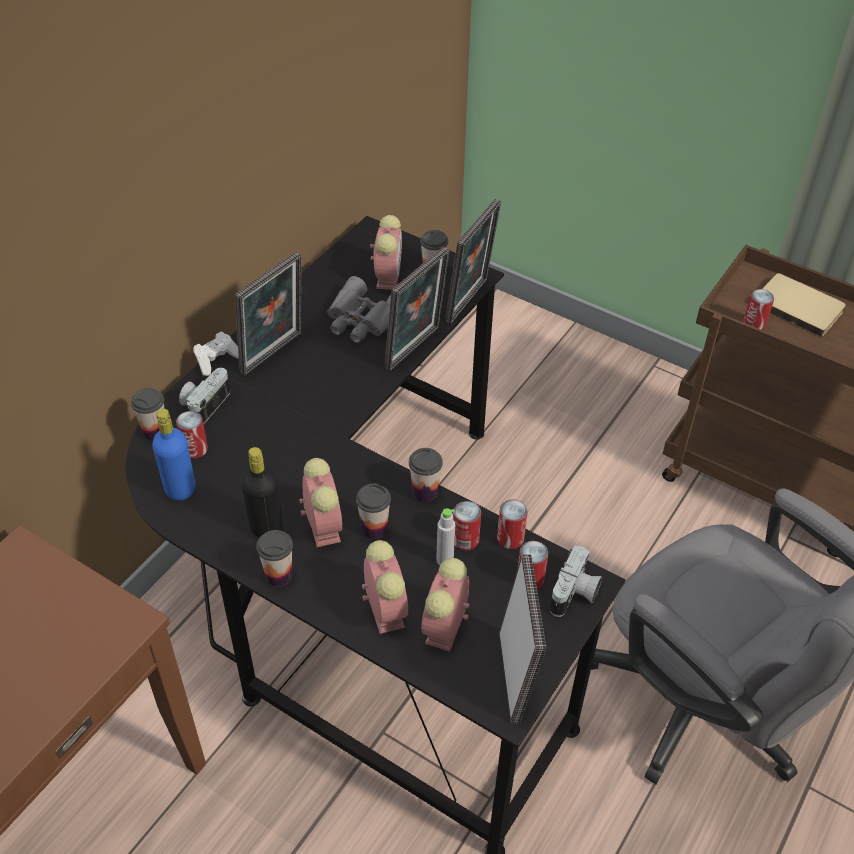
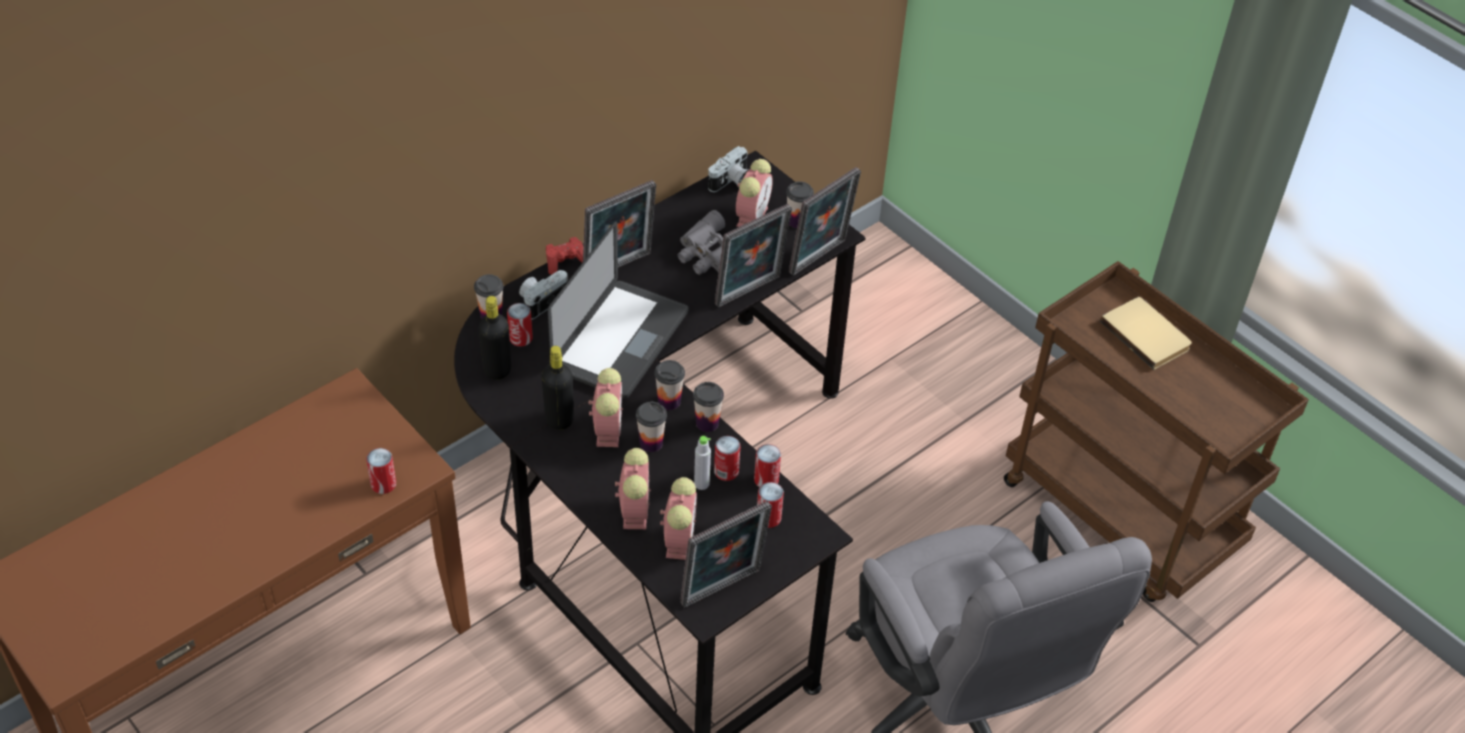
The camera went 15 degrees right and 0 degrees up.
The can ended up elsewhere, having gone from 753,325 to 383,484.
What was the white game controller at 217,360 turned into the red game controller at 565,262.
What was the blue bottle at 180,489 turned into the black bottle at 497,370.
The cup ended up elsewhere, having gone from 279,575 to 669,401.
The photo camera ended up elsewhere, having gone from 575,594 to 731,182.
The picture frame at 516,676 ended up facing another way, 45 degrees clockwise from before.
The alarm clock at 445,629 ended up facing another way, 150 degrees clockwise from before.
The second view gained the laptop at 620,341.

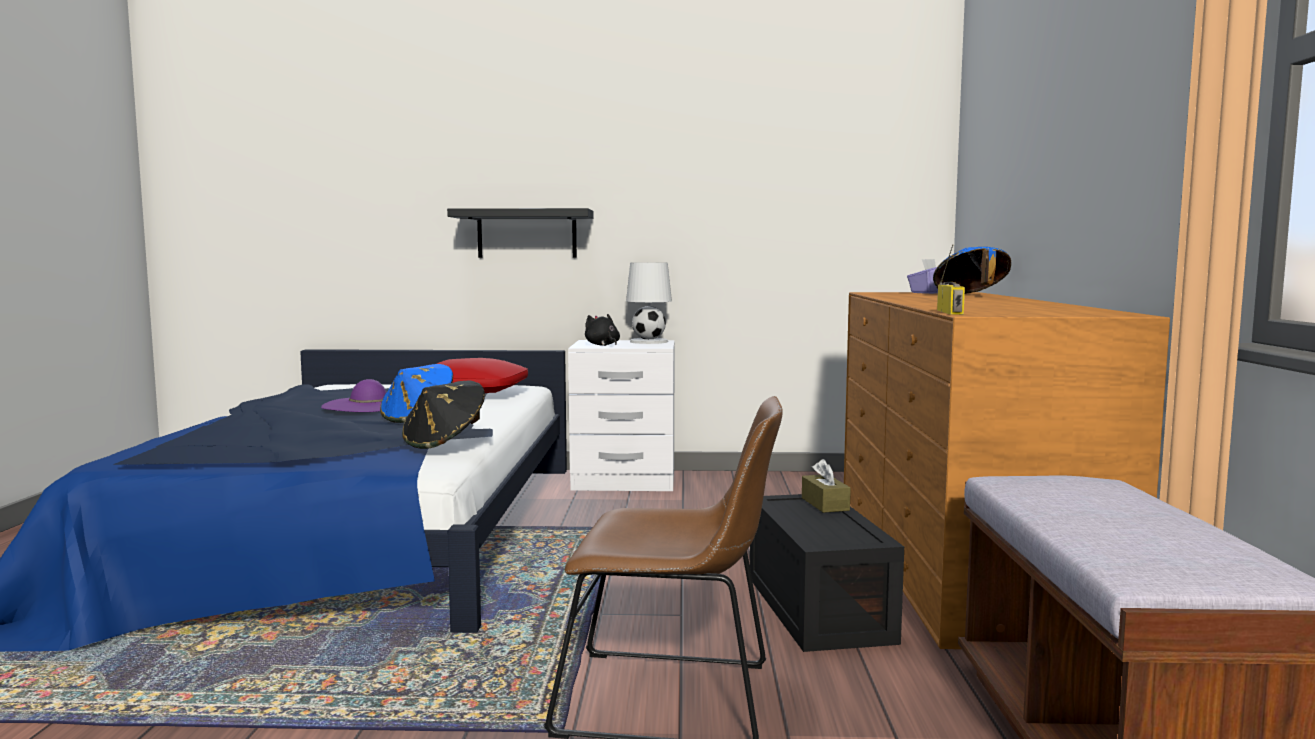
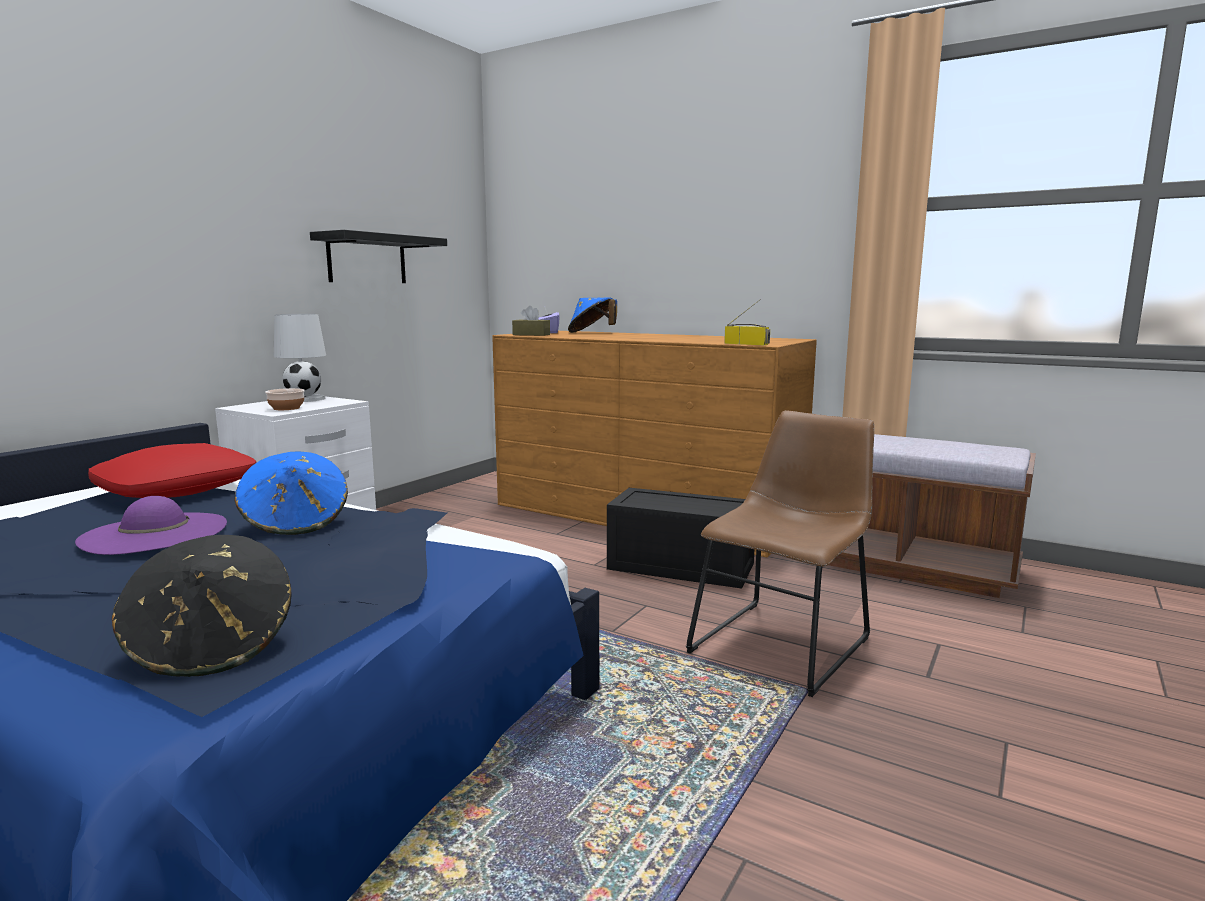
The camera went 60 degrees left and 5 degrees up.
The black shelf ended up elsewhere, having gone from 527,234 to 367,259.
Where the black plush toy stood at 602,345, the bowl came to stand at 286,408.
The black hat ended up elsewhere, having gone from 445,442 to 212,646.
The brown tissue box ended up elsewhere, having gone from 825,504 to 531,335.

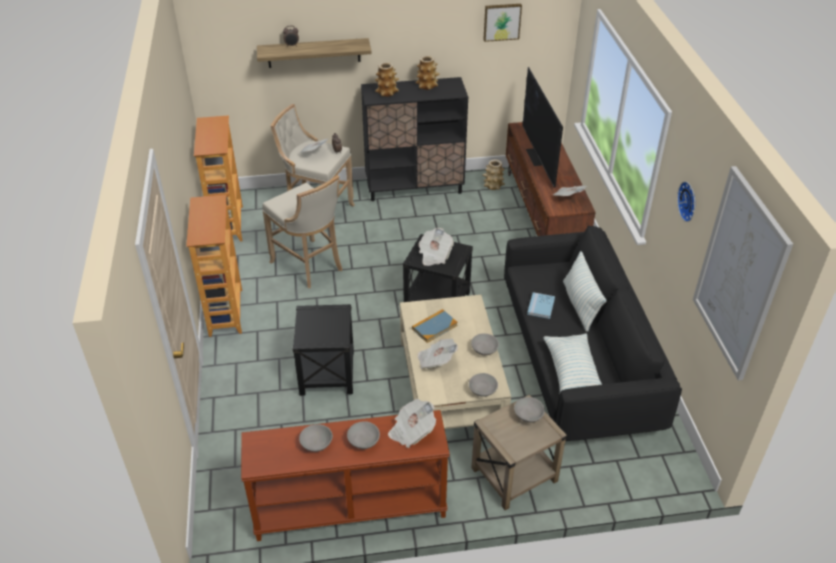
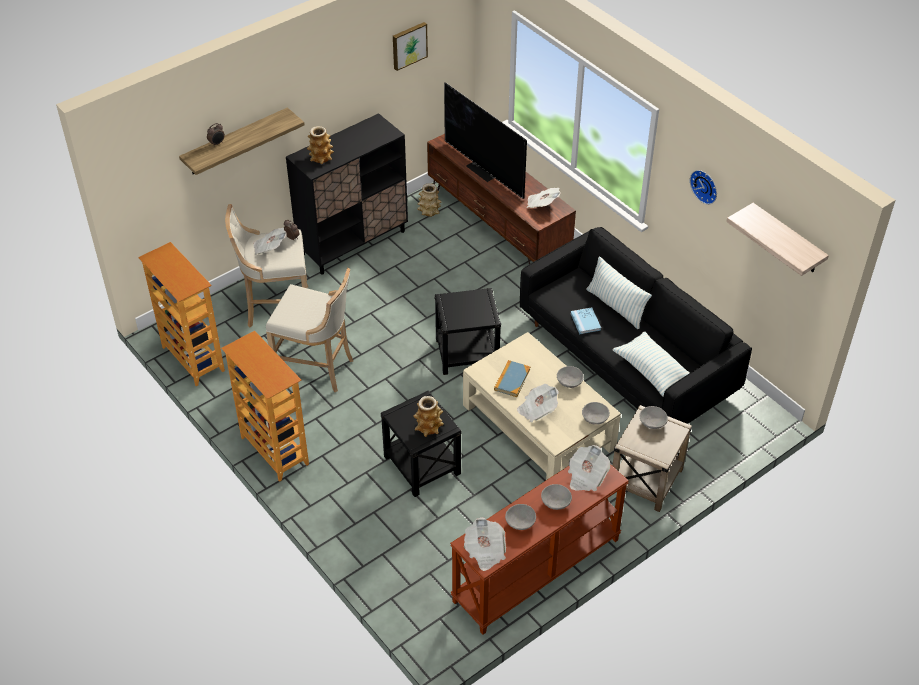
The camera went 30 degrees left and 5 degrees up.
The vase ended up elsewhere, having gone from 427,85 to 429,427.
Where the picture hung at 739,274, the shelf came to hang at 787,239.
The newspaper ended up elsewhere, having gone from 434,255 to 485,551.

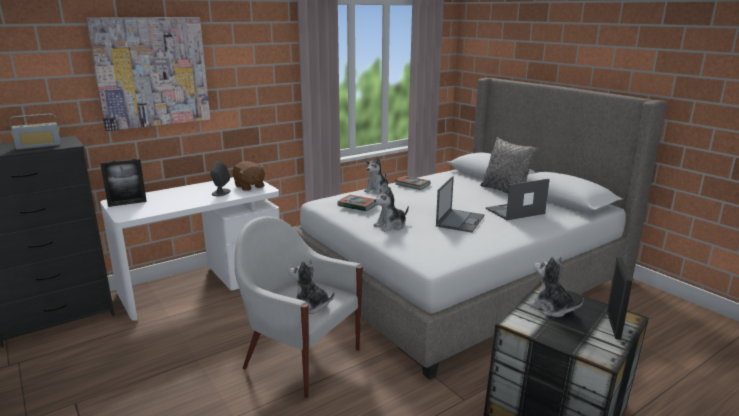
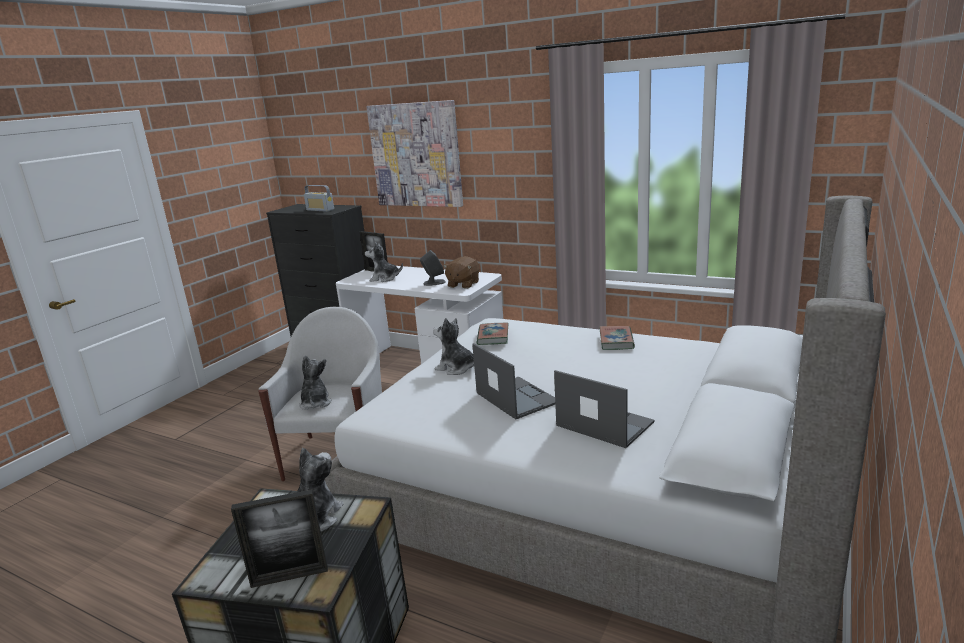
The camera went 65 degrees right and 0 degrees up.
The second view lost the grey pillow at 504,191.
The plush toy ended up elsewhere, having gone from 377,190 to 384,278.
The laptop at 460,220 ended up facing another way, 120 degrees counterclockwise from before.

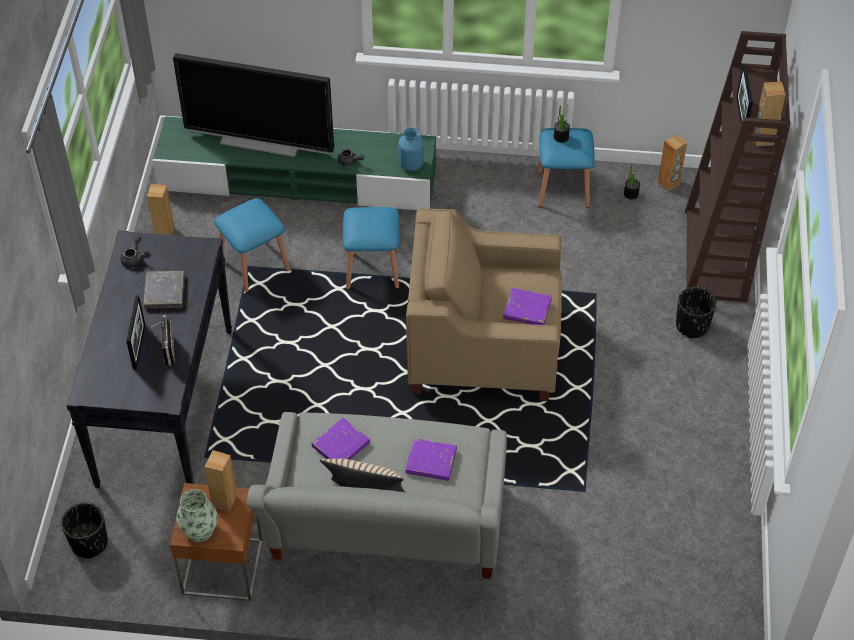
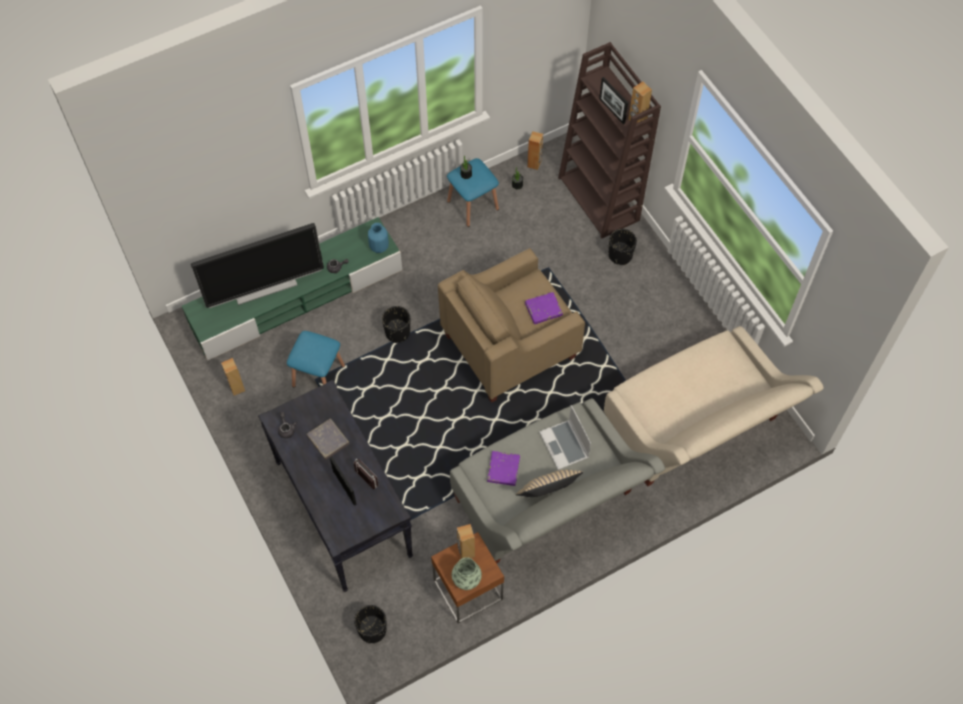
The camera went 35 degrees left and 10 degrees up.
Where the blue stool stood at 372,269, the black planter came to stand at 397,332.
Where the purple book stood at 431,461, the laptop came to stand at 565,445.
The second view gained the beige sofa at 696,430.

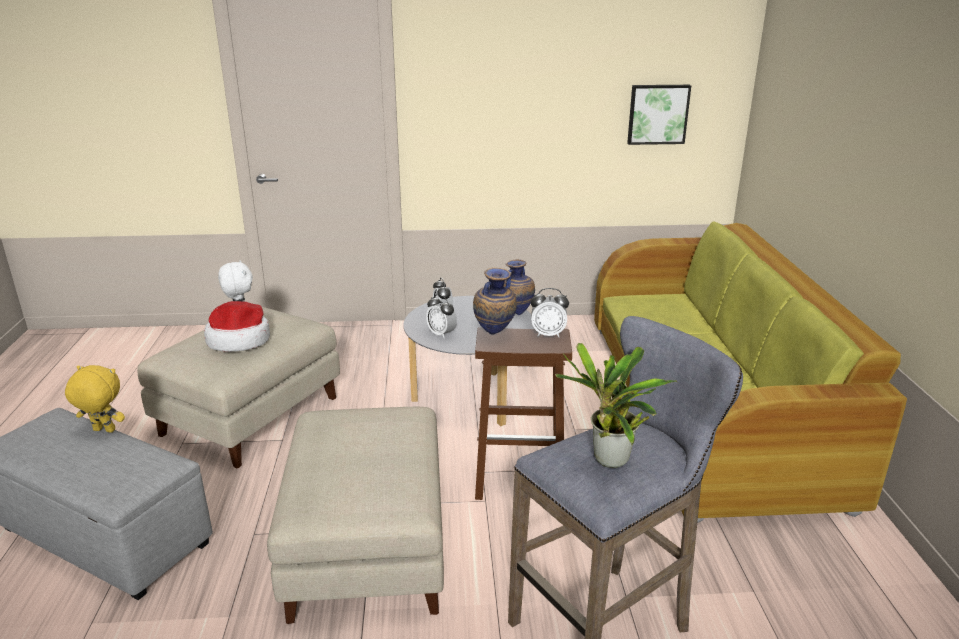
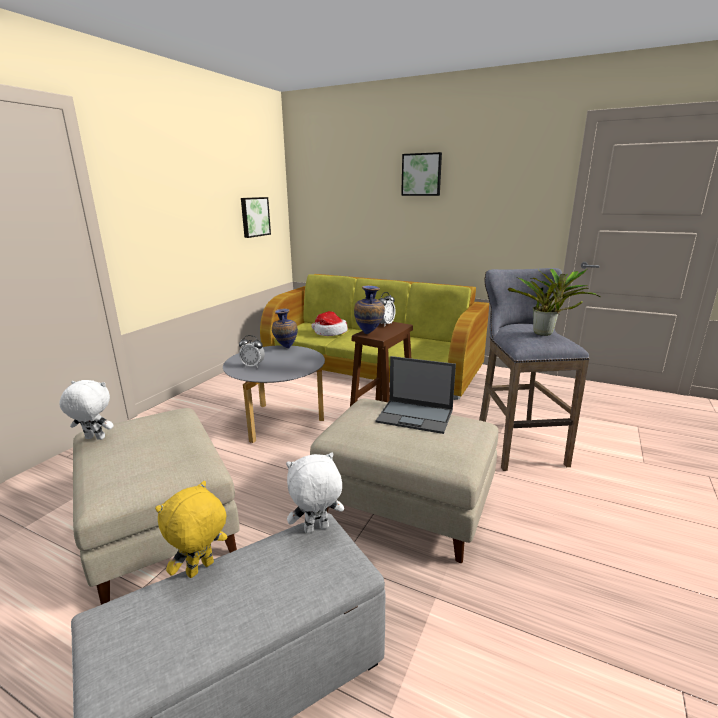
The camera went 60 degrees left and 5 degrees down.
The second view lost the alarm clock at 441,334.
The hat ended up elsewhere, having gone from 239,340 to 329,332.
The second view gained the picture at 421,174.
The second view gained the laptop at 416,416.
The second view gained the white plush toy at 316,530.

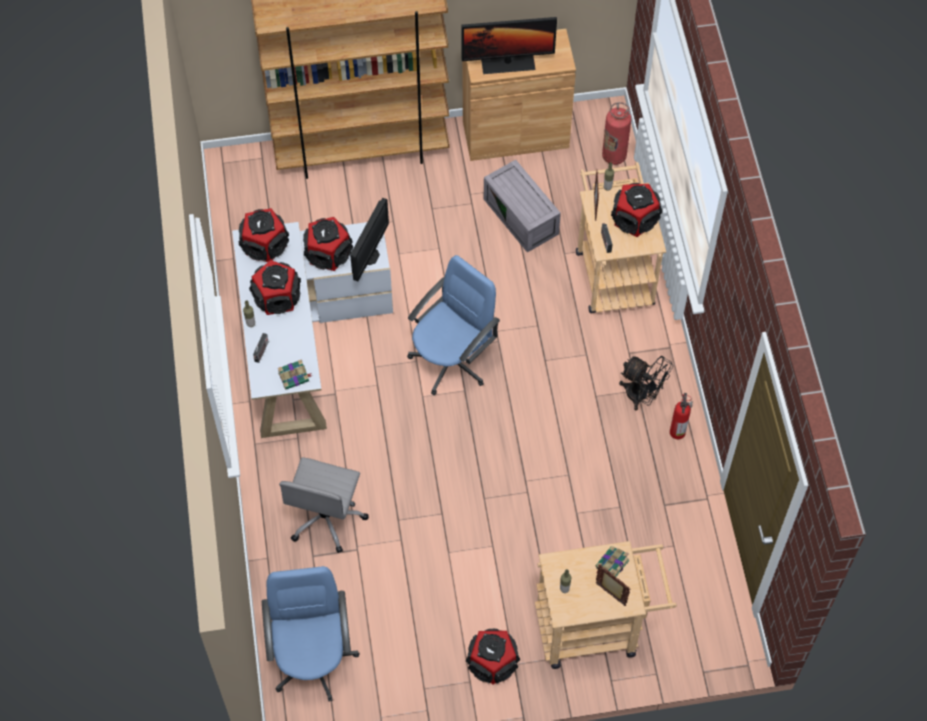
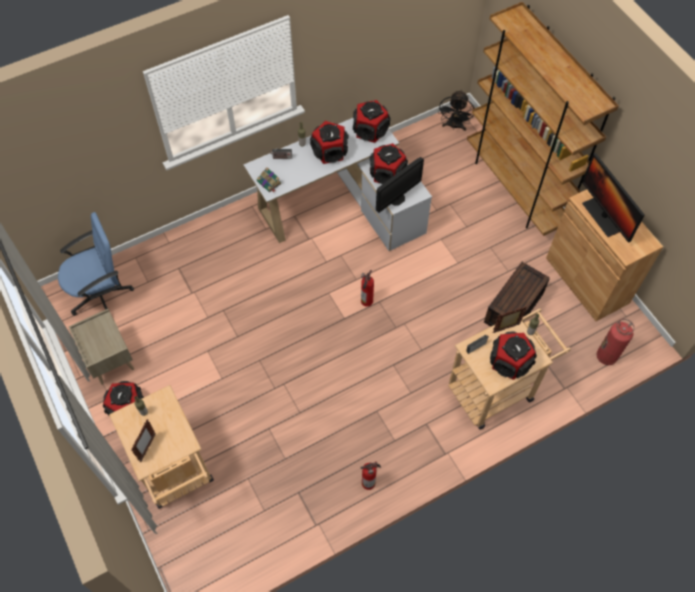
The camera went 70 degrees right and 0 degrees up.
What was the grey storage box at 522,217 turned into the brown storage box at 514,309.
The monitor at 369,256 ended up facing another way, 45 degrees counterclockwise from before.
Where the blue office chair stood at 452,360, the fire extinguisher came to stand at 366,302.
The black fan ended up elsewhere, having gone from 642,396 to 454,126.
The second view lost the grey office chair at 326,517.
The second view lost the book at 611,564.
The second view gained the beige nightstand at 109,360.

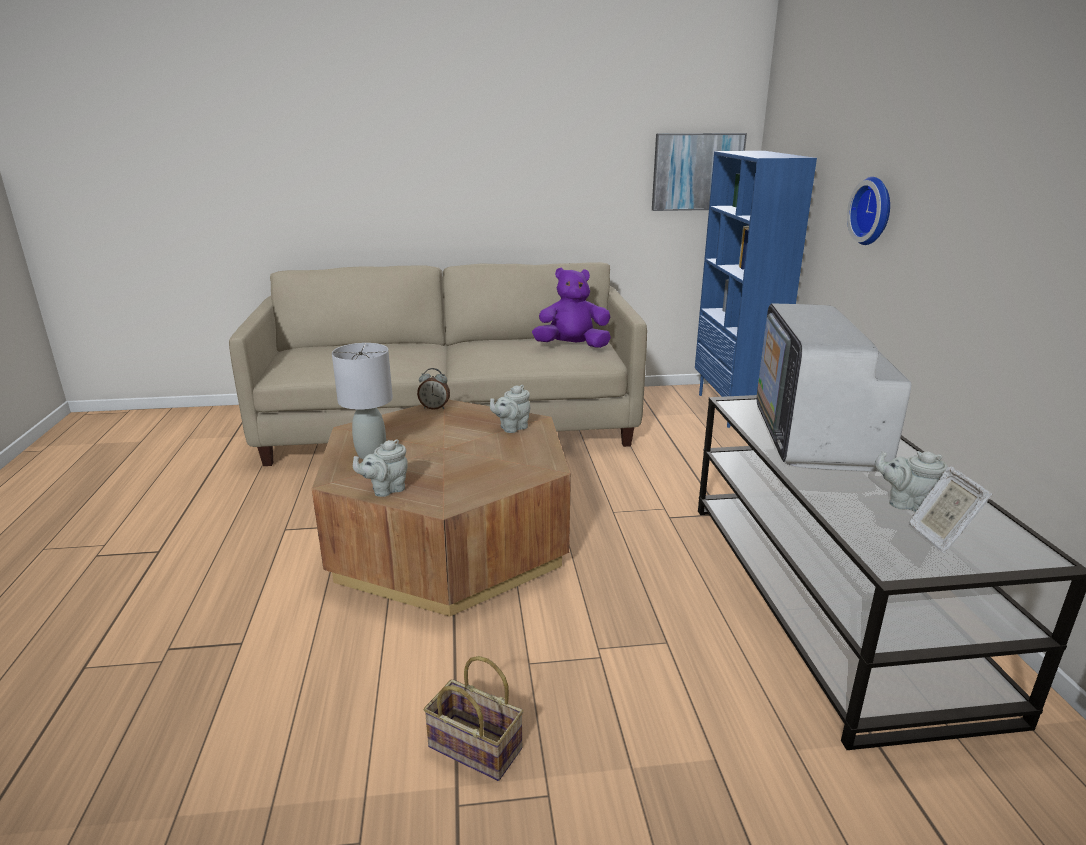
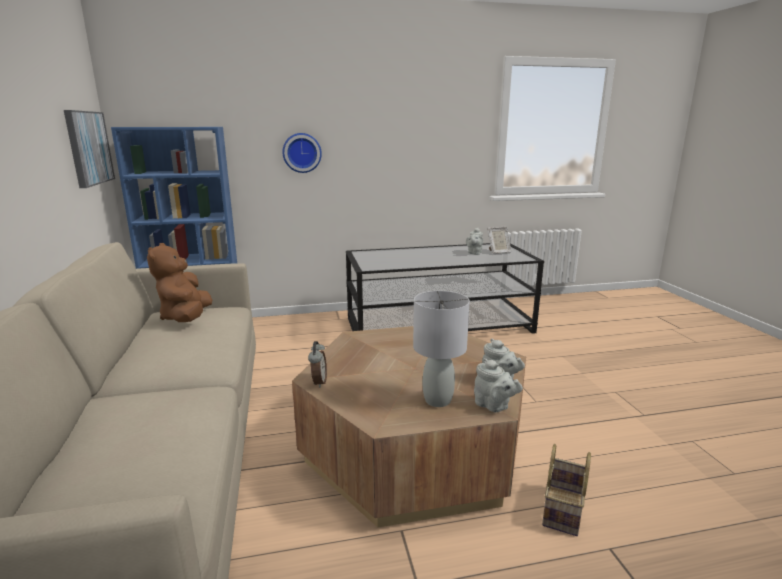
The camera went 95 degrees left and 5 degrees down.
What was the purple plush toy at 572,346 turned into the brown plush toy at 186,318.
The second view lost the television at 816,439.
The grey teapot ended up elsewhere, having gone from 512,428 to 494,406.
The basket ended up elsewhere, having gone from 472,748 to 563,511.

